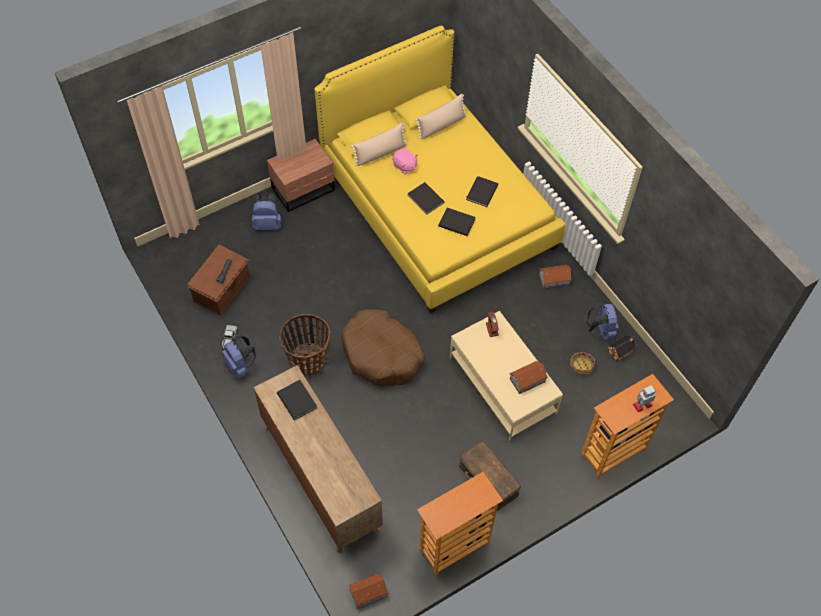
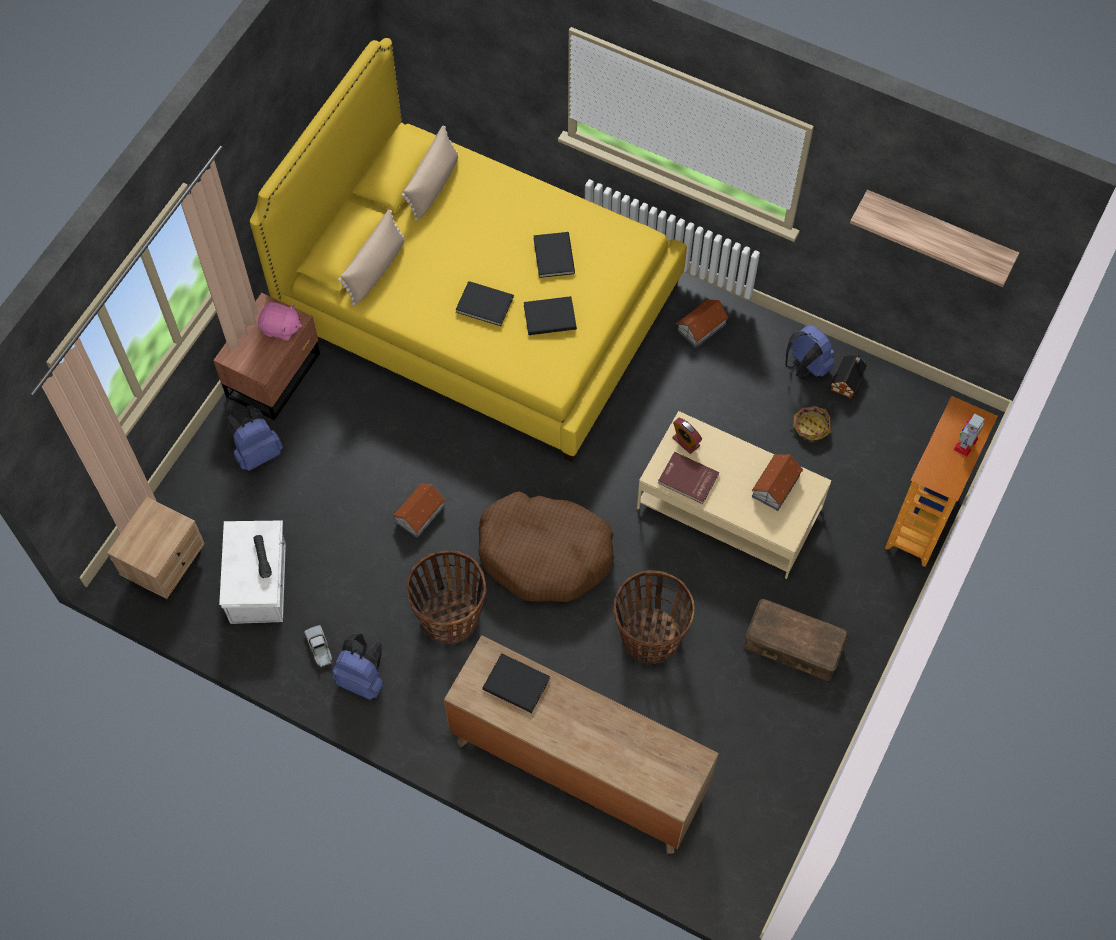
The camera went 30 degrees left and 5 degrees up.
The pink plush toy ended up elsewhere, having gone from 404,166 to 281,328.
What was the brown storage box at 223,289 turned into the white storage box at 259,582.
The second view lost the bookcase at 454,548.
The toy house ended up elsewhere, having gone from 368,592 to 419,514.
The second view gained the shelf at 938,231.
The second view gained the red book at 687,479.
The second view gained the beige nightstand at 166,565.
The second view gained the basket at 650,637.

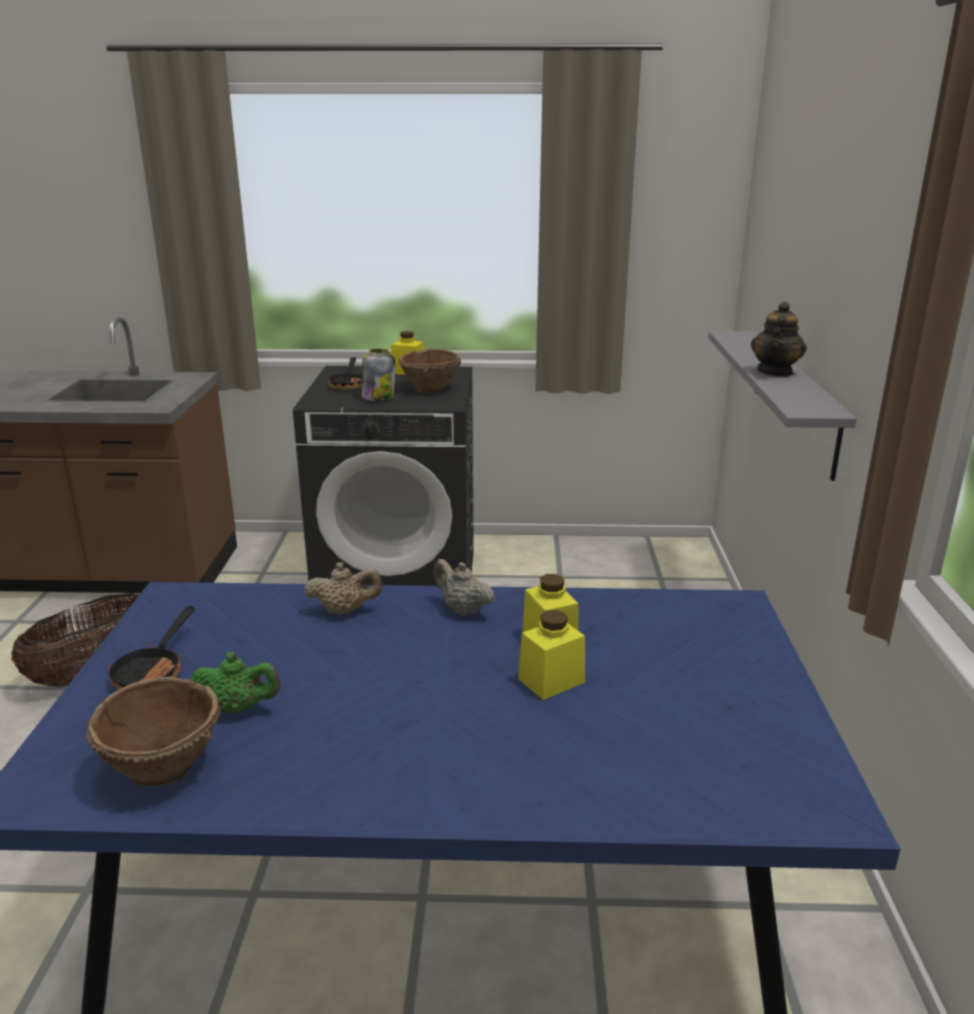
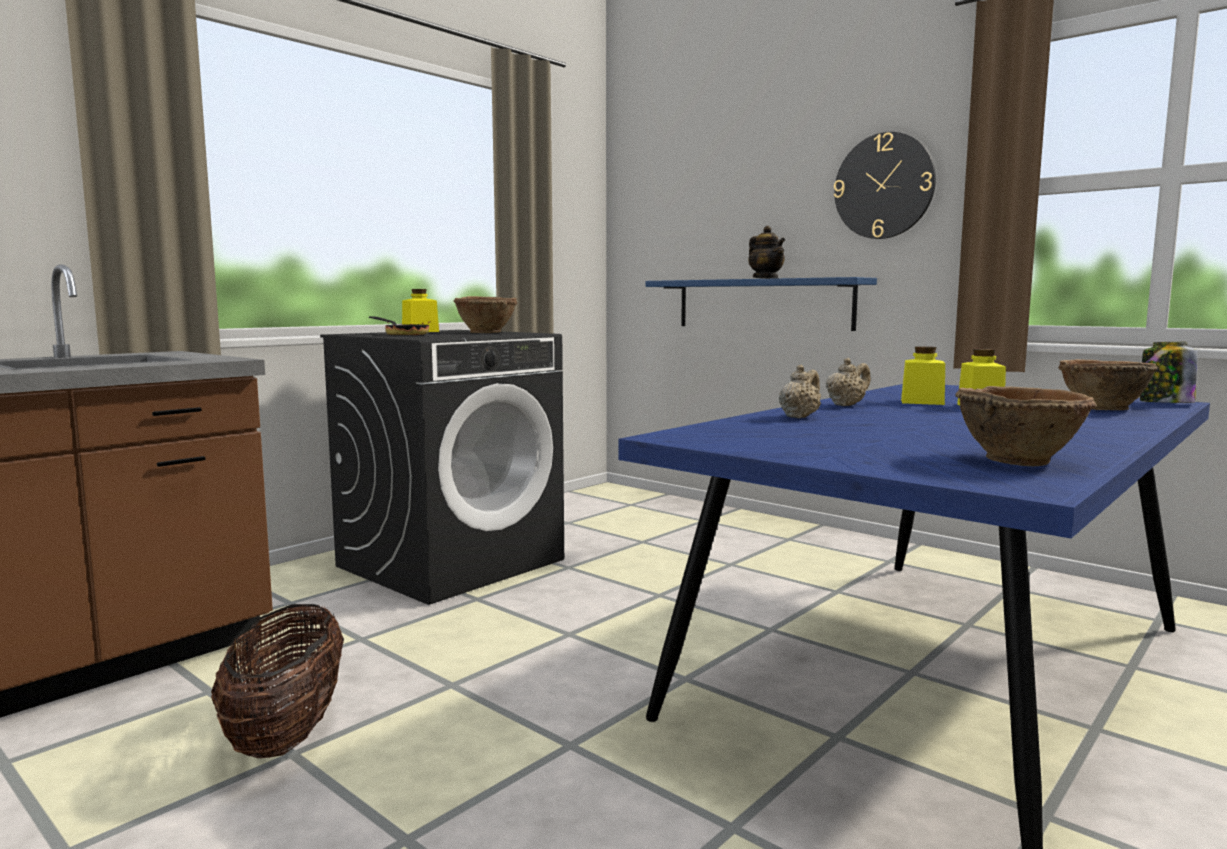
The camera went 50 degrees left and 15 degrees down.
What was the grey shelf at 794,399 turned into the blue shelf at 762,304.
The jar ended up elsewhere, having gone from 378,398 to 1165,403.
The beige teapot at 462,610 ended up facing another way, 150 degrees clockwise from before.
The second view lost the frying pan at 154,671.
The second view lost the green teapot at 239,708.
The second view gained the wall clock at 884,186.
The second view gained the brown bowl at 1101,408.

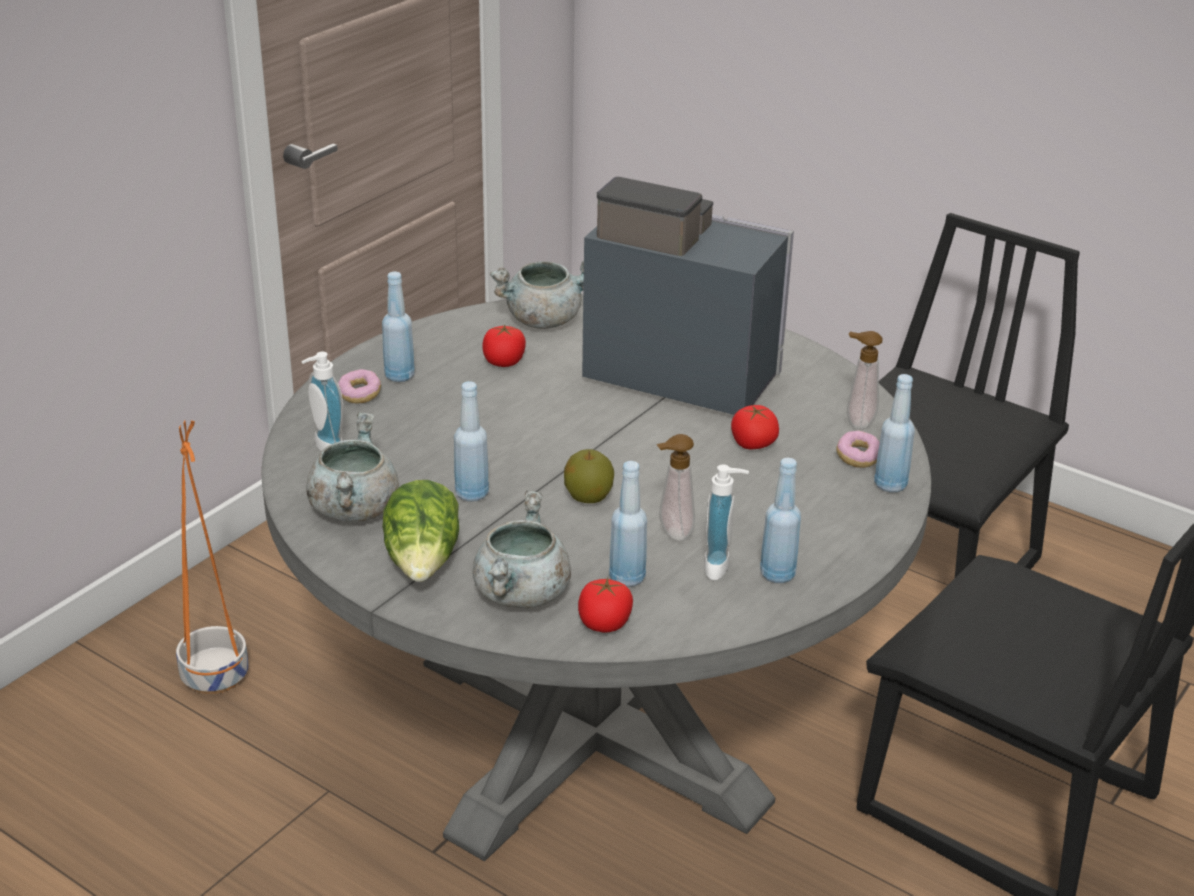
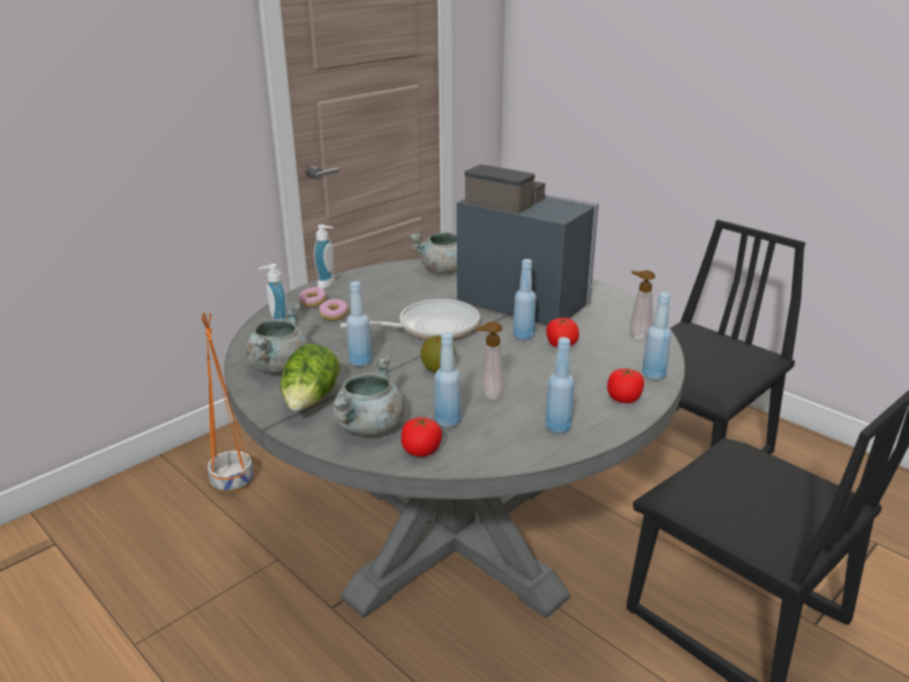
The camera went 10 degrees right and 5 degrees down.
The blue bottle ended up elsewhere, having gone from 399,376 to 523,336.
The tomato ended up elsewhere, having gone from 504,362 to 623,398.
The donut ended up elsewhere, having gone from 858,458 to 334,315.
The soap dispenser ended up elsewhere, having gone from 722,567 to 329,285.
The second view gained the frying pan at 431,327.

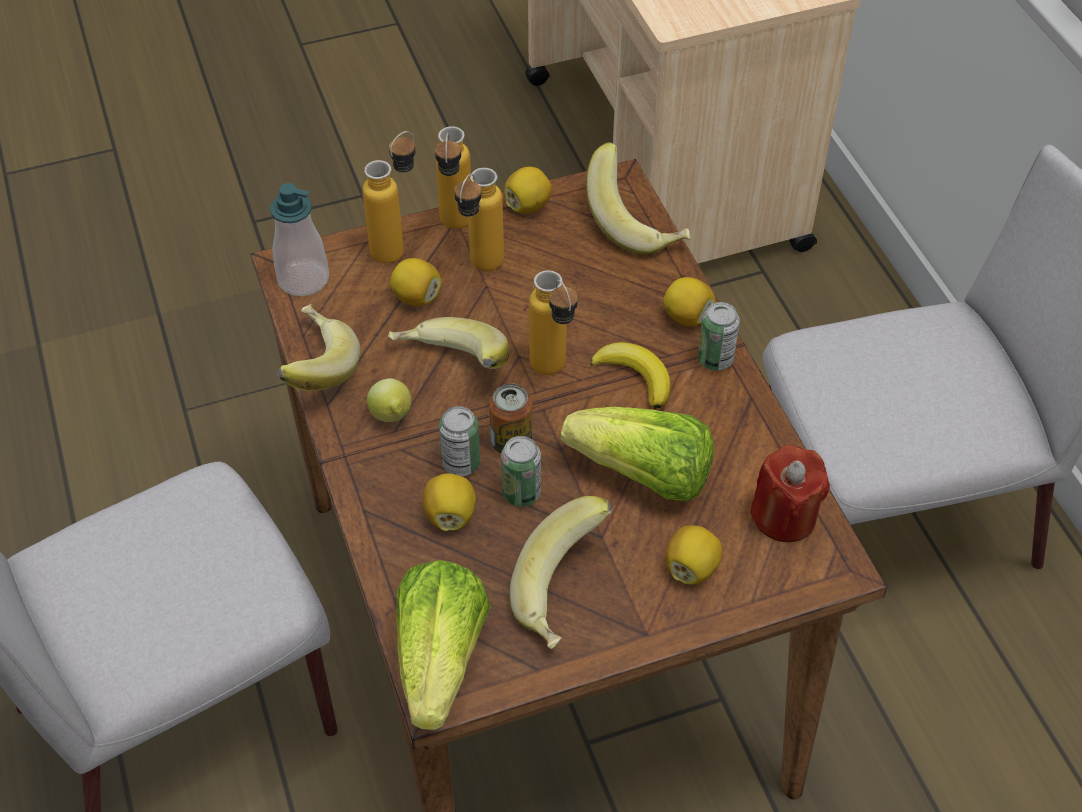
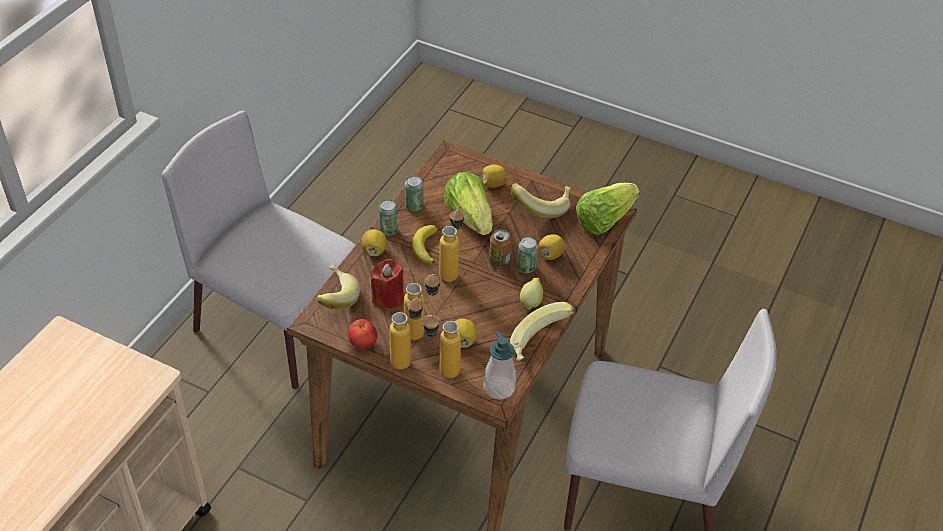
The camera went 135 degrees left and 5 degrees down.
Where the lemon stood at 528,205, the tomato came to stand at 363,343.
The second view lost the banana at 449,368.
The can ended up elsewhere, having gone from 521,493 to 414,206.
The red candle ended up elsewhere, having gone from 784,516 to 388,297.

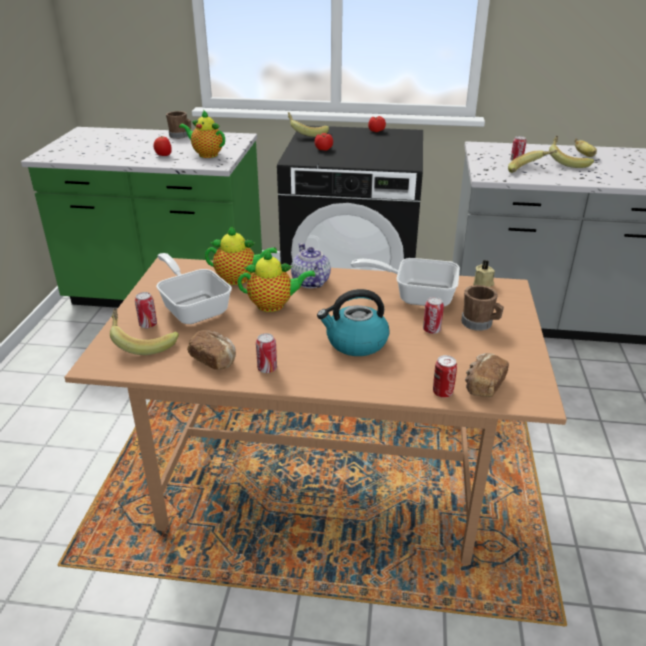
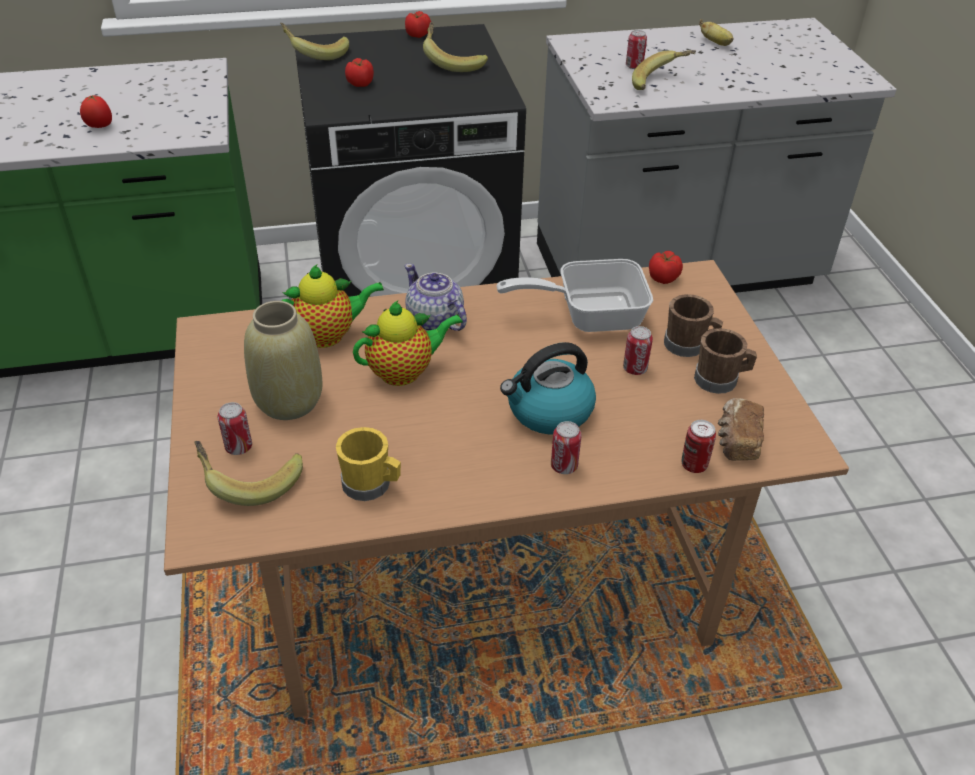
The camera went 20 degrees left and 10 degrees up.
The second view lost the teapot at 206,154.
The brown mug ended up elsewhere, having gone from 181,136 to 720,380.
The banana ended up elsewhere, having gone from 567,162 to 453,62.
Where the frying pan stood at 193,307, the beige vase came to stand at 289,400.
Where the beige candle stood at 483,284, the tomato came to stand at 664,278.
Where the bread stood at 214,359, the yellow mug came to stand at 371,485.
The can ended up elsewhere, having gone from 267,369 to 564,466.

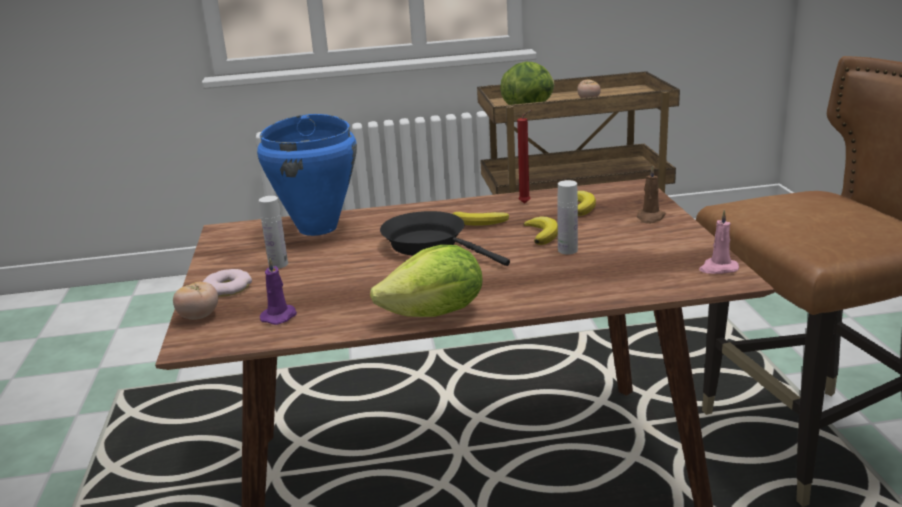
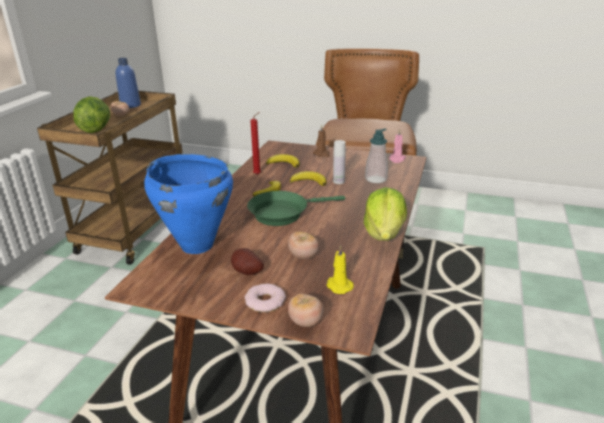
The camera went 65 degrees left and 5 degrees up.
Where the white bottle stood at 278,264, the potato came to stand at 246,273.
What was the black frying pan at 430,245 turned into the green frying pan at 283,213.
What was the purple candle at 280,316 turned into the yellow candle at 338,286.
The second view gained the blue bottle at 130,105.
The second view gained the soap dispenser at 376,179.
The second view gained the tomato at 303,256.

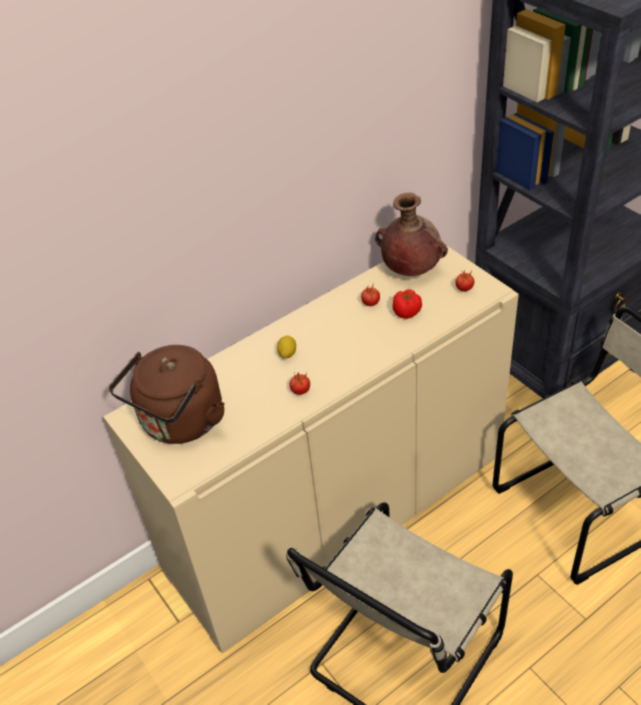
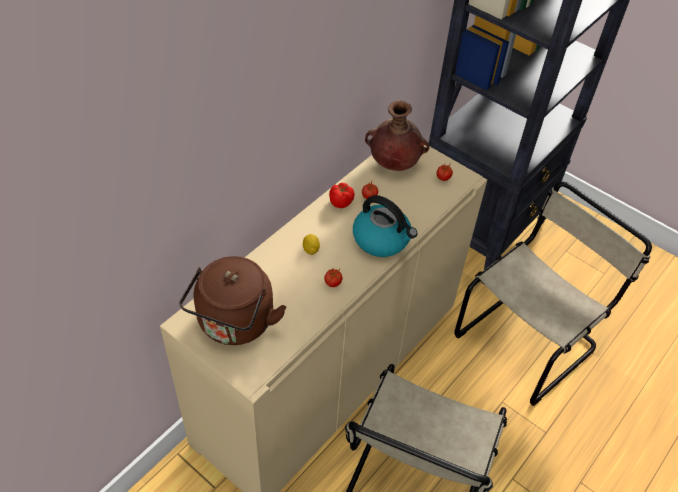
The camera went 20 degrees left and 5 degrees up.
The tomato ended up elsewhere, having gone from 407,312 to 341,202.
The second view gained the kettle at 382,239.

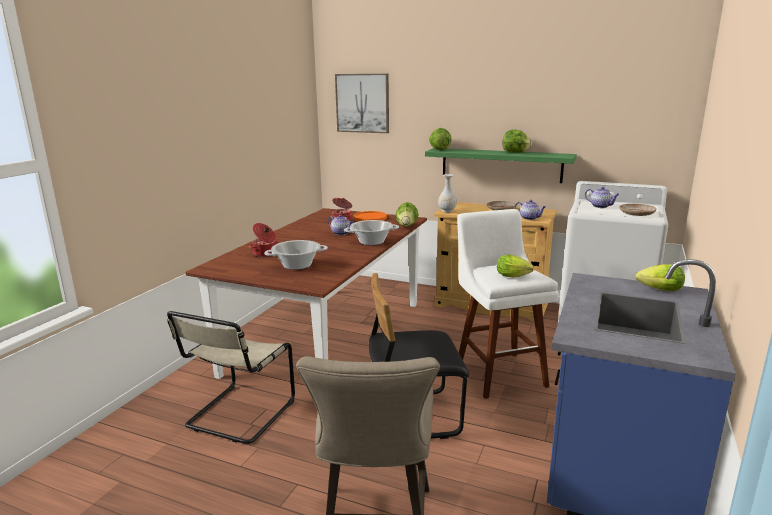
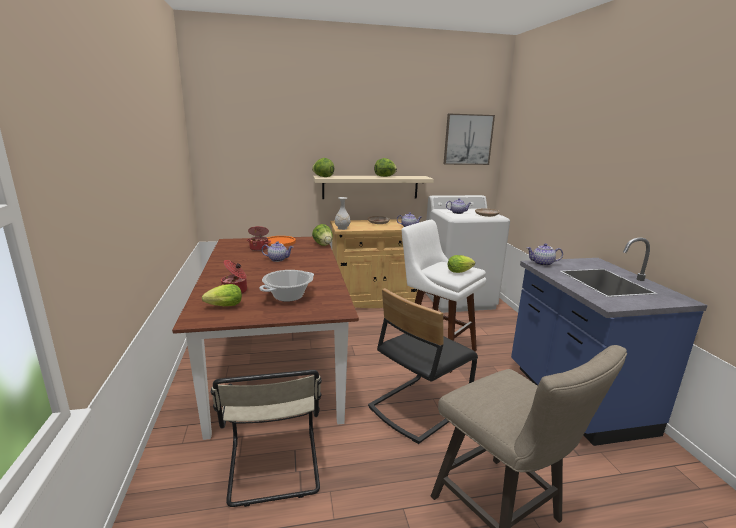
The camera went 35 degrees left and 0 degrees up.
The picture ended up elsewhere, having gone from 362,103 to 468,139.
What was the green shelf at 501,165 turned into the beige shelf at 370,187.
The second view lost the cooking pot at 371,242.
The lettuce ended up elsewhere, having gone from 657,290 to 222,306.
The second view gained the teapot at 542,264.

